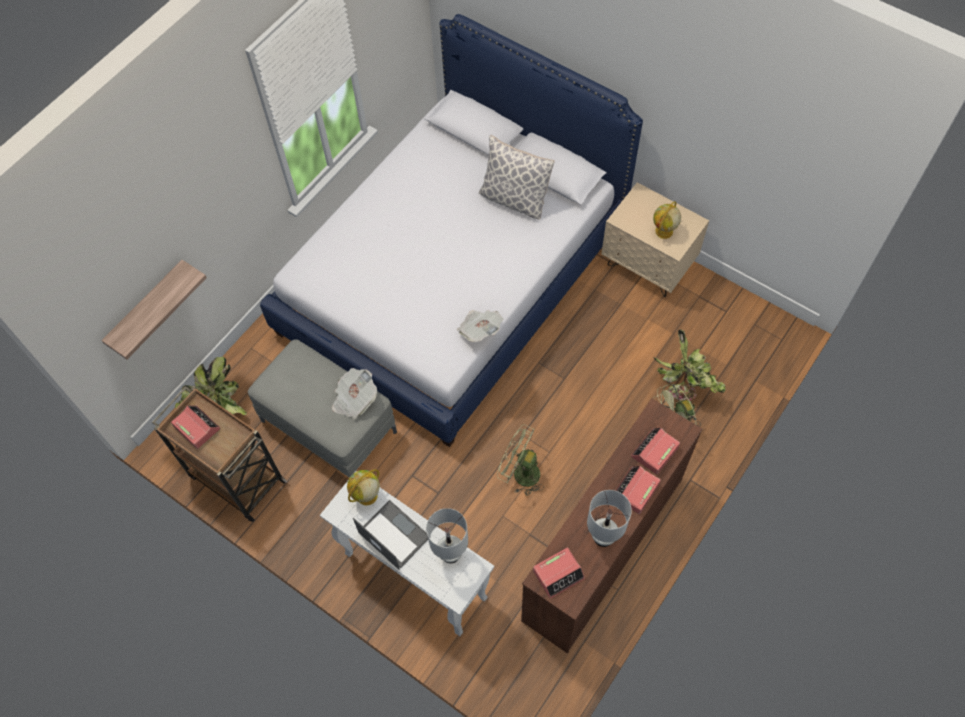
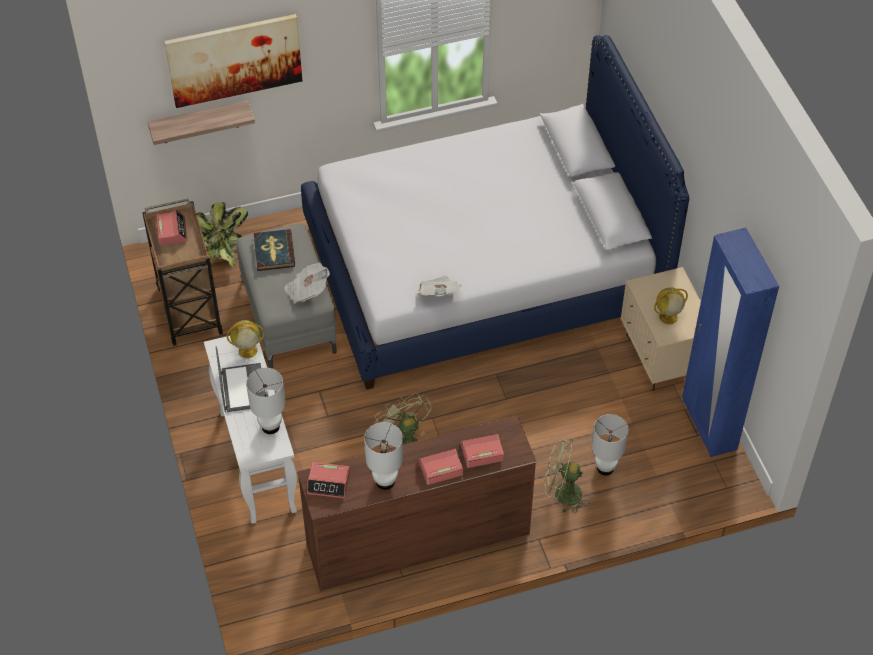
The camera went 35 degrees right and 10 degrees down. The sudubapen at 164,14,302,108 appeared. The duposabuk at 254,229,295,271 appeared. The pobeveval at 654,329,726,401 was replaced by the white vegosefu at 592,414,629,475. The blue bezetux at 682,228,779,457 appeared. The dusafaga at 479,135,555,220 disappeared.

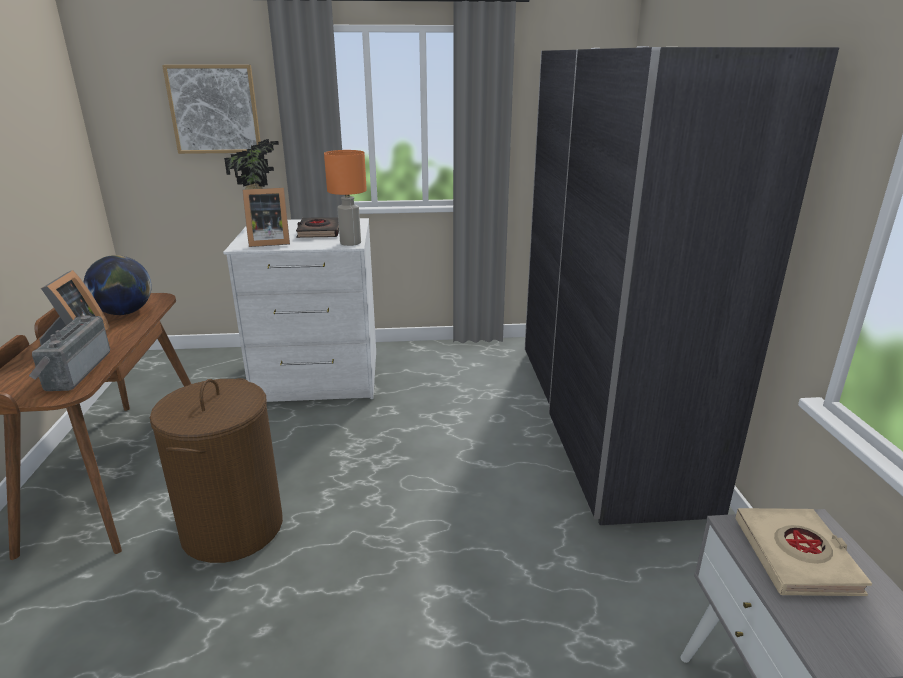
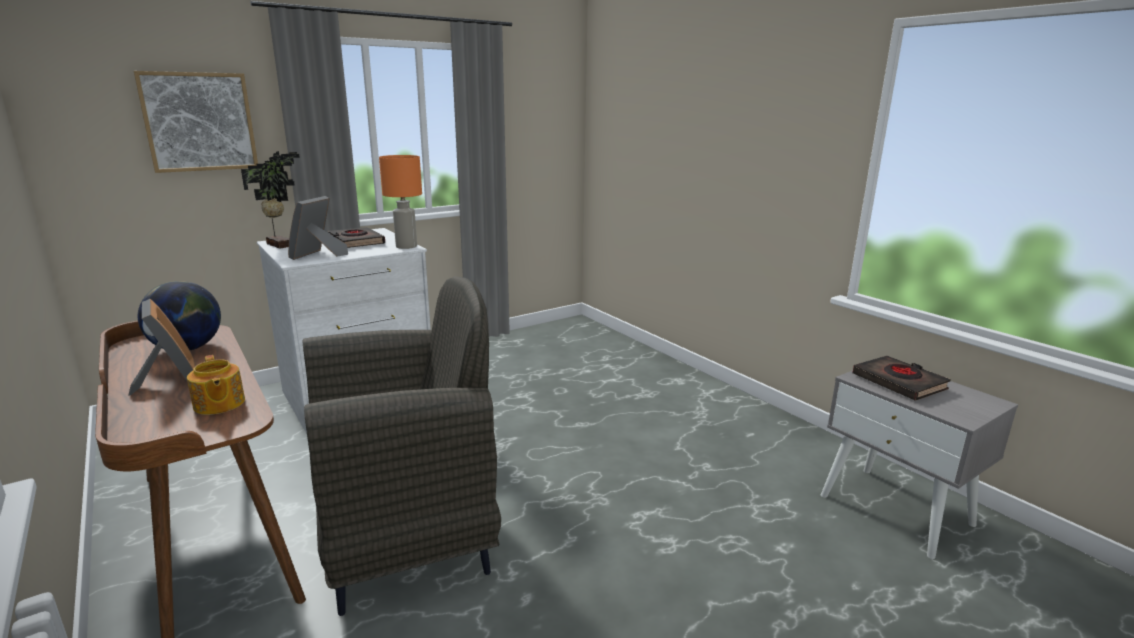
The camera went 30 degrees left and 5 degrees down. The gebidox at 29,315,110,391 was replaced by the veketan at 187,355,245,415. The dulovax at 243,188,290,247 turned 150 degrees clockwise. The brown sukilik at 150,378,283,563 was replaced by the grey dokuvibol at 302,276,501,616. The beige duposabuk at 735,508,872,596 became the black duposabuk at 852,356,951,401. The grey bezetux at 525,46,839,525 disappeared.

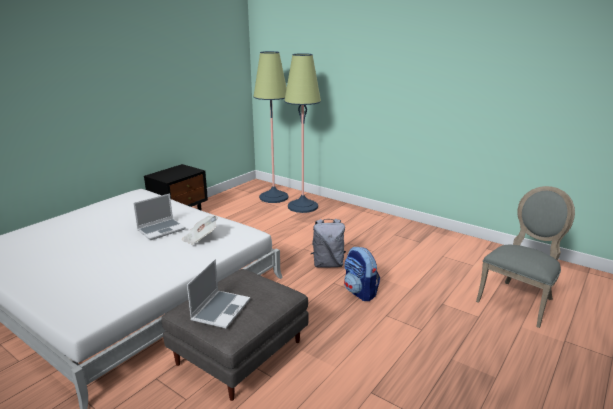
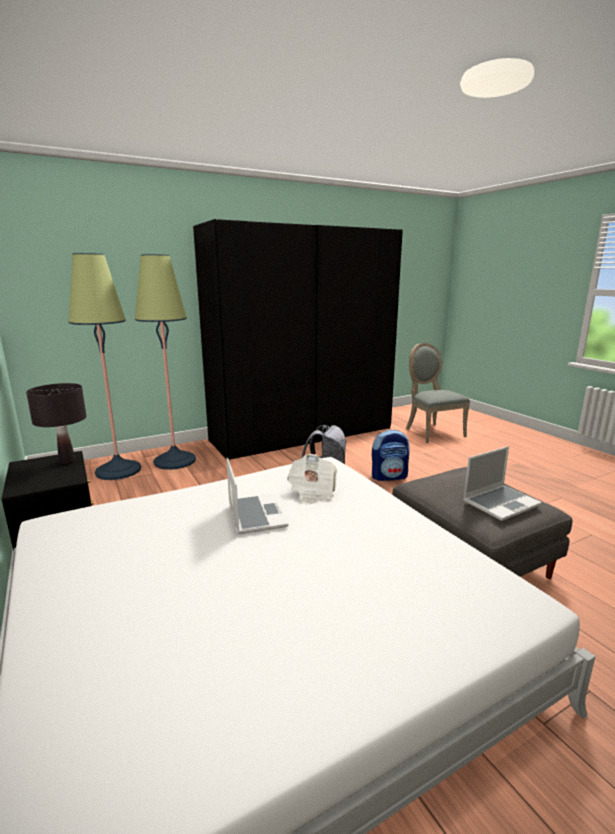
The camera went 65 degrees left and 5 degrees down. The black vegosefu at 26,383,87,465 appeared. The black bezetux at 193,219,403,460 appeared. The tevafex at 187,259,250,329 turned 105 degrees clockwise.

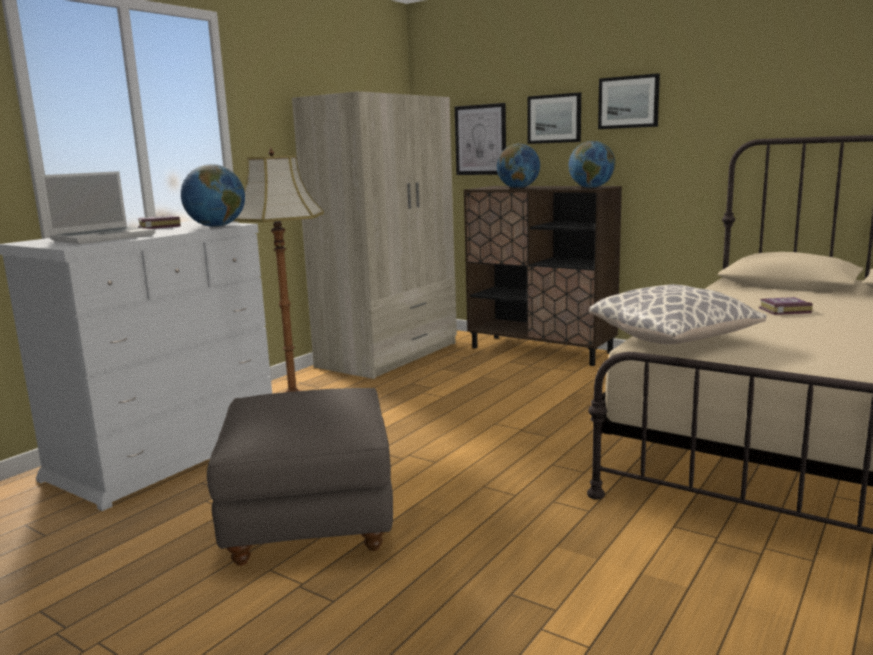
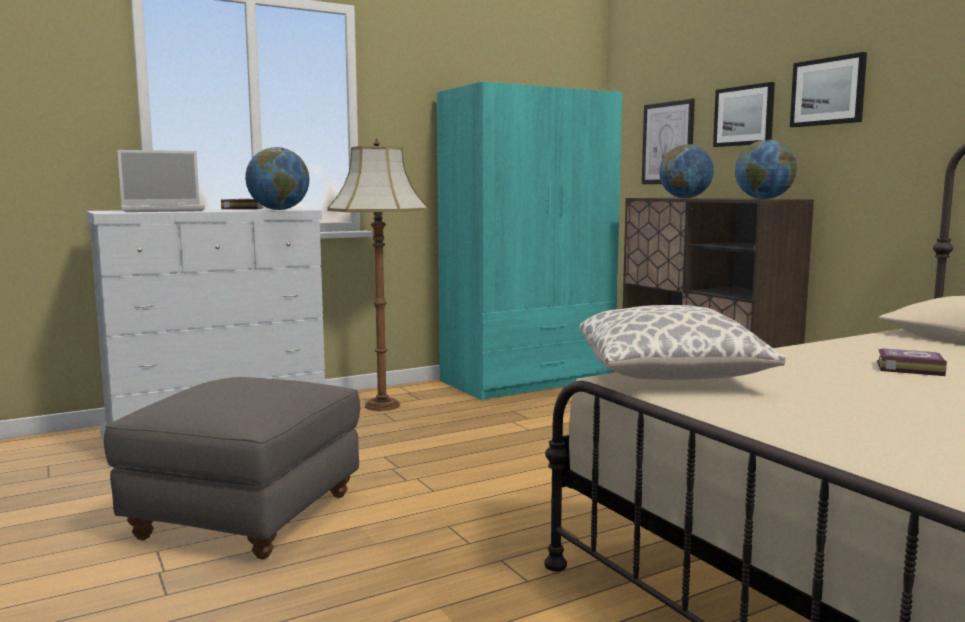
The camera went 25 degrees right and 5 degrees down. The beige bezetux at 292,91,457,379 became the turquoise bezetux at 437,81,622,400.

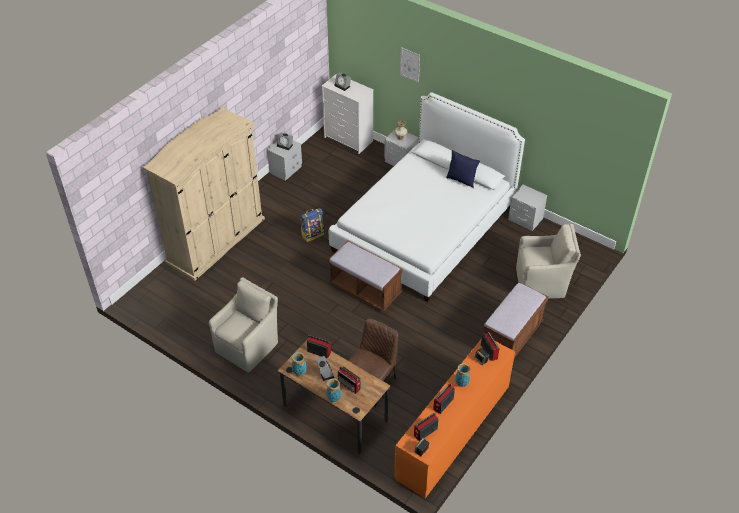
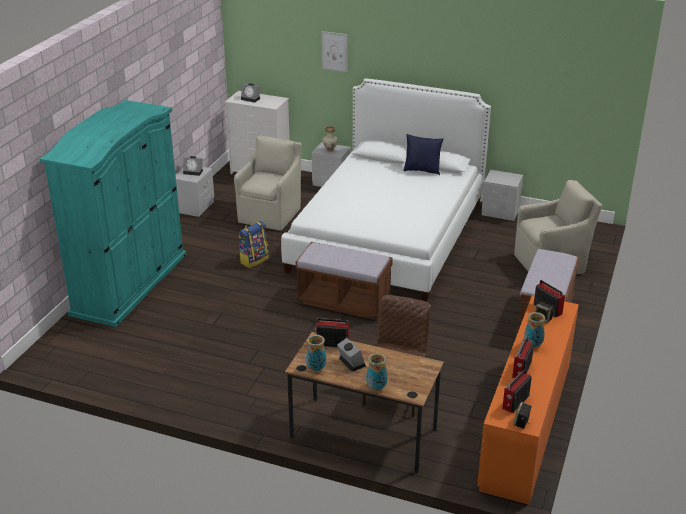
The camera went 15 degrees left and 15 degrees down. The beige bezetux at 143,108,265,281 became the turquoise bezetux at 40,100,187,327. The beige dokuvibol moved from 209,277,278,373 to 234,135,302,231. The gebidox at 338,366,361,394 disappeared.

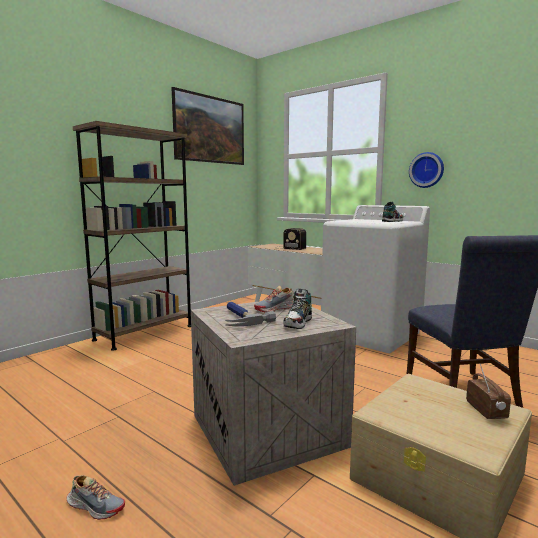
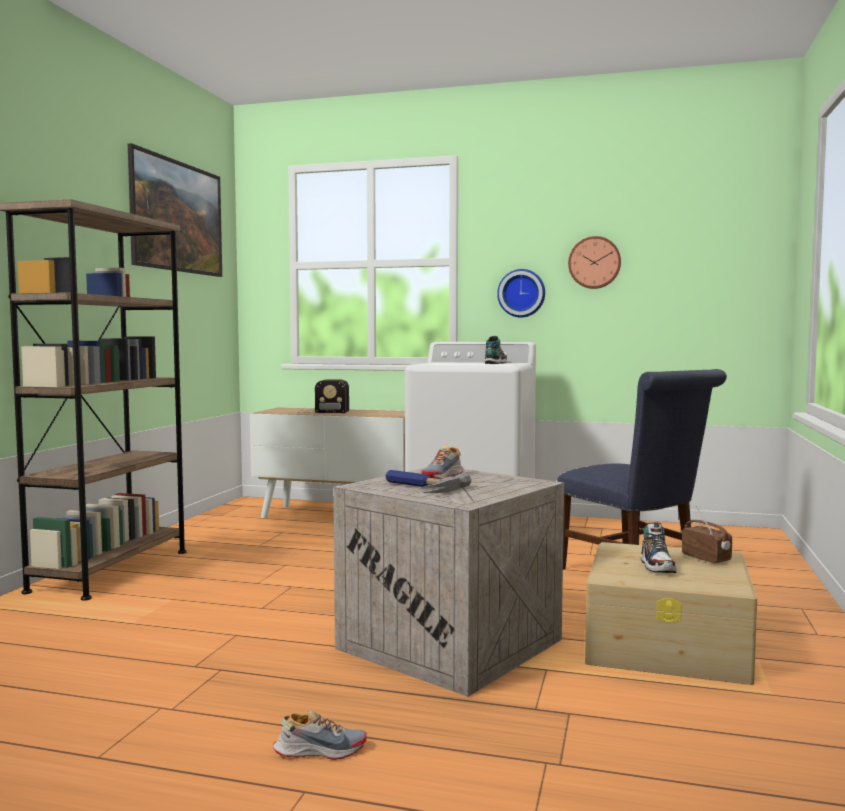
The camera went 25 degrees left and 5 degrees down. The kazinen at 568,236,621,289 appeared. The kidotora moved from 283,289,312,329 to 641,523,677,573.

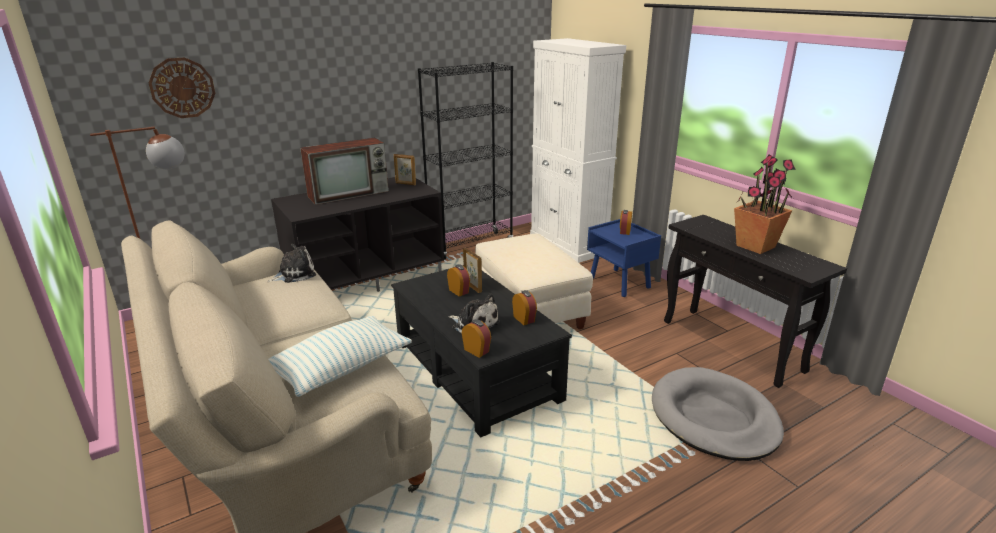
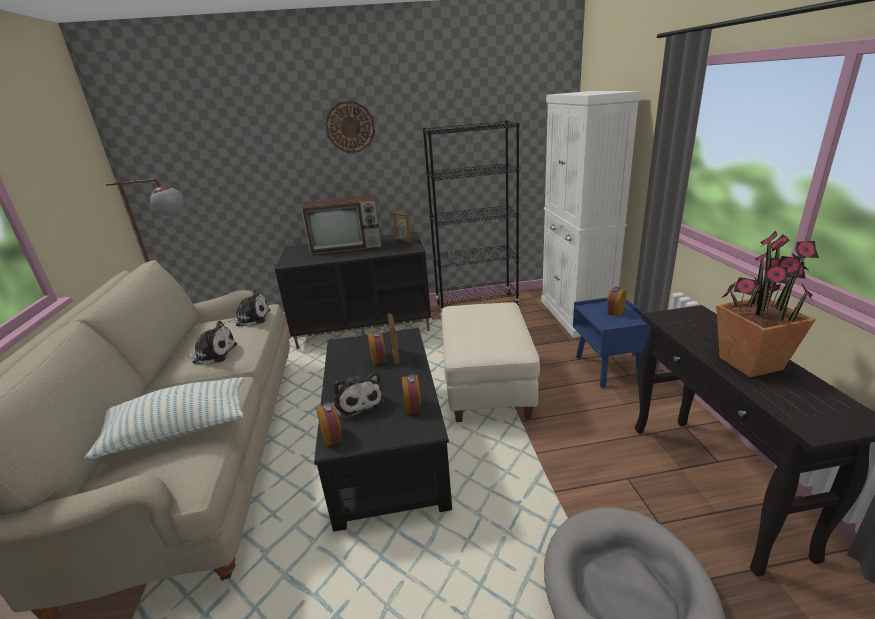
The camera went 25 degrees right and 0 degrees up. The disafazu at 182,321,237,365 appeared. The kazinen moved from 149,57,215,118 to 325,101,375,153.

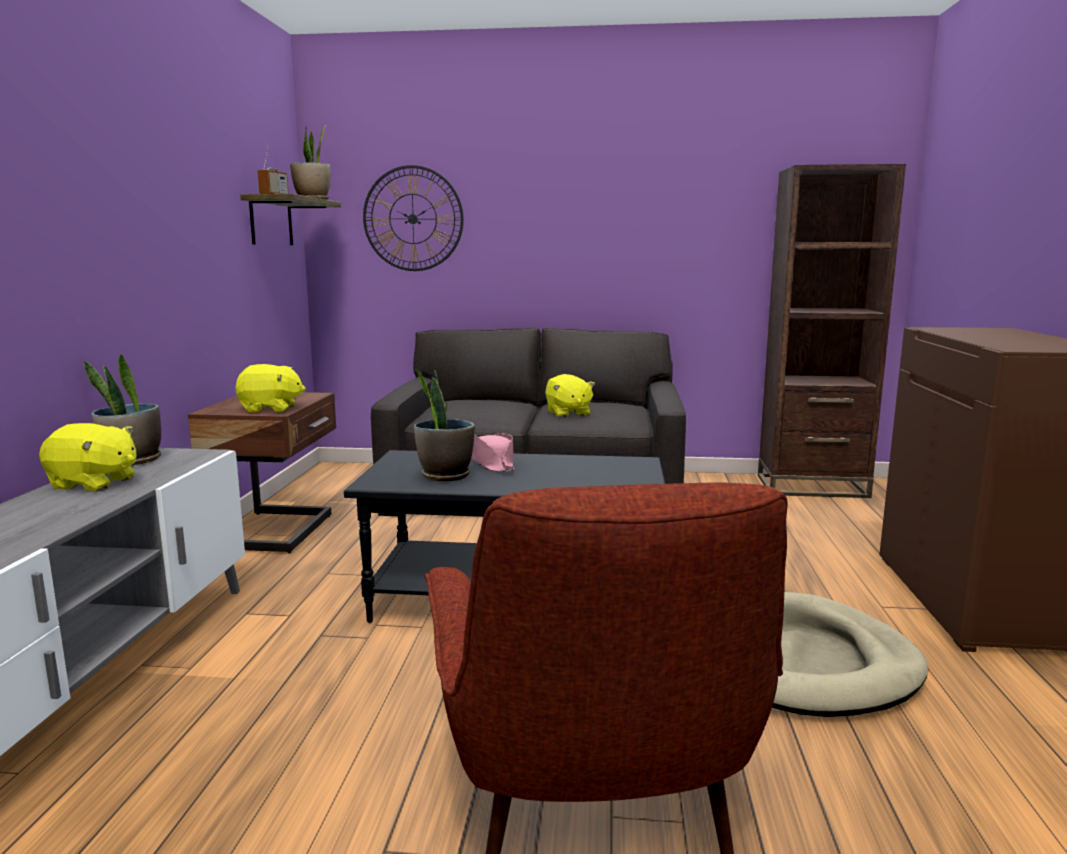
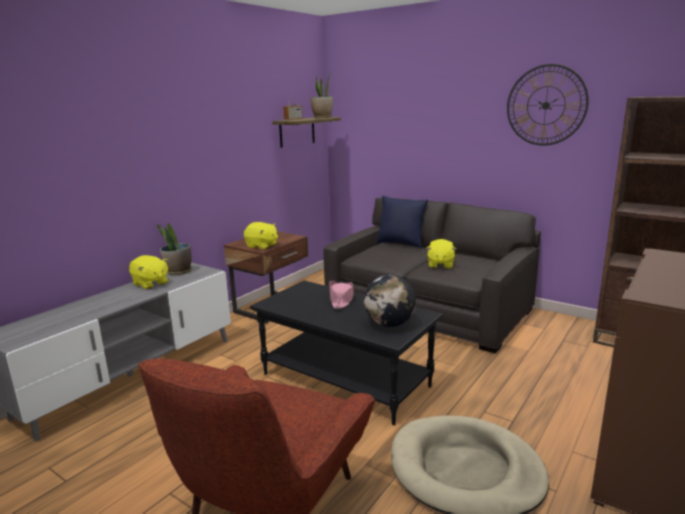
The camera went 30 degrees right and 5 degrees up. The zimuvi at 364,275,416,327 appeared. The blue dusafaga at 376,196,428,248 appeared. The kazinen moved from 363,165,464,271 to 507,64,589,145. The pobeveval at 414,369,475,481 disappeared.

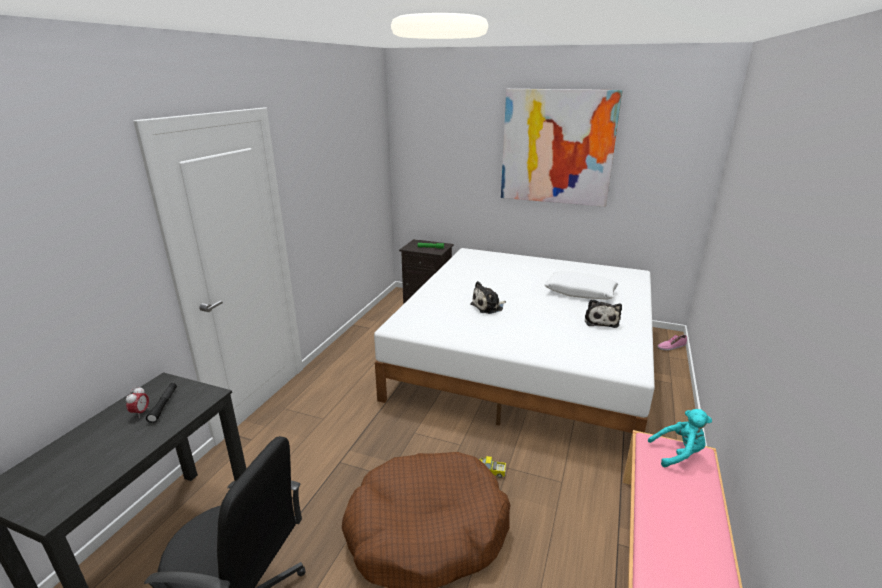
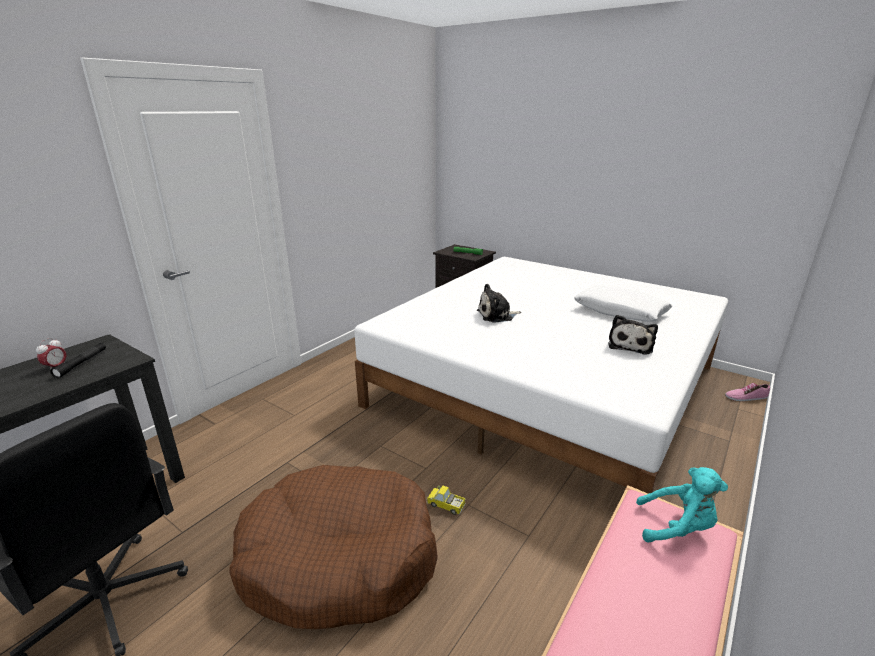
The camera went 15 degrees right and 0 degrees up. The sudubapen at 501,89,623,207 disappeared.

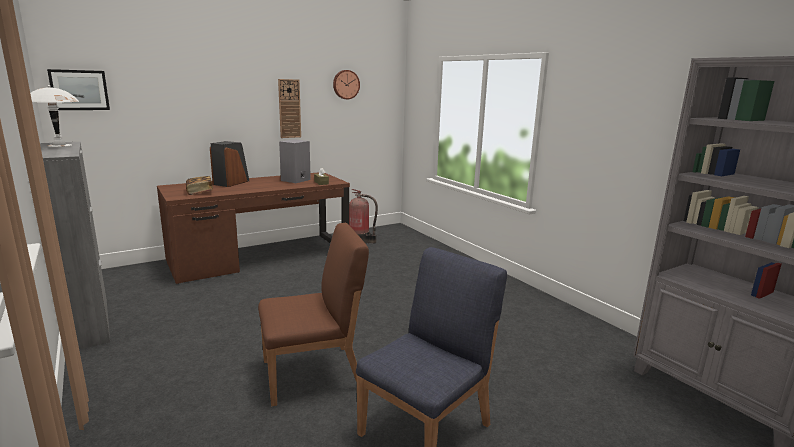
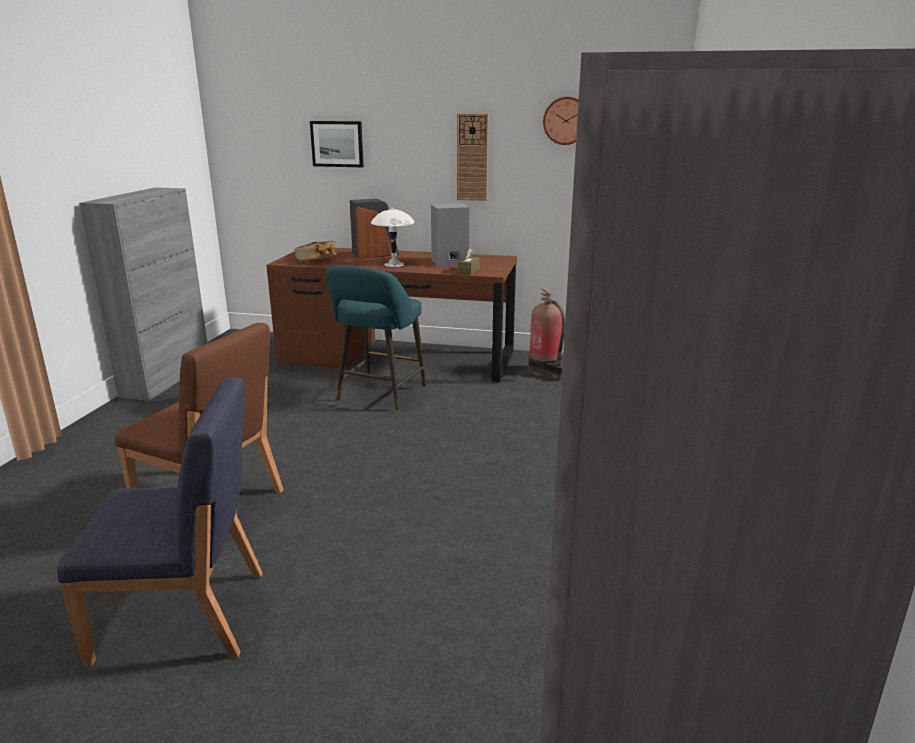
The camera went 45 degrees right and 5 degrees up. The sudubapen moved from 47,69,110,110 to 310,121,364,167. The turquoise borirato at 326,265,426,411 appeared. The white vegosefu moved from 30,85,79,148 to 371,207,415,267.

